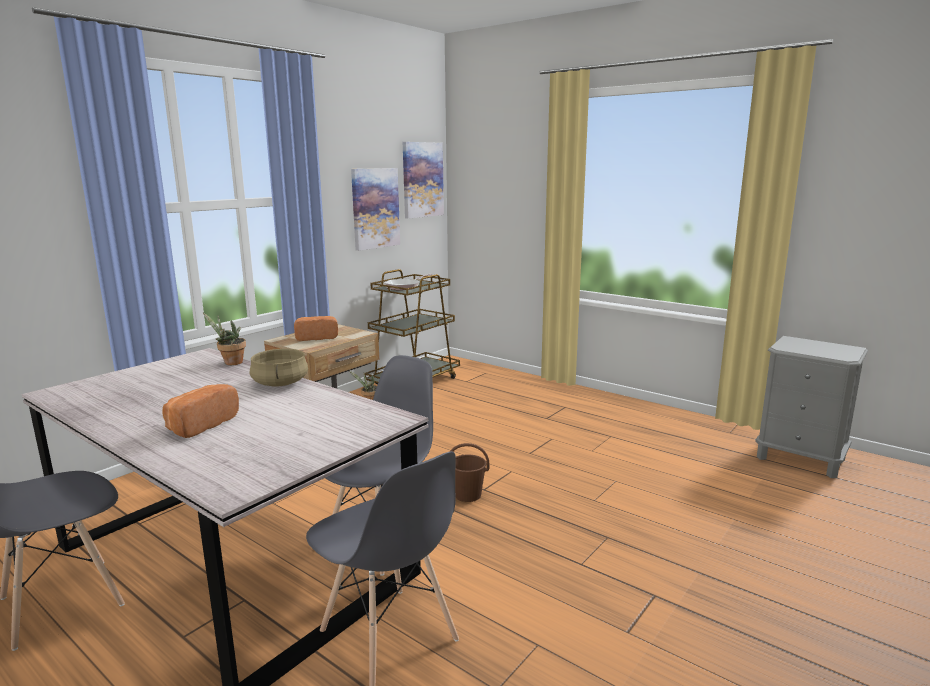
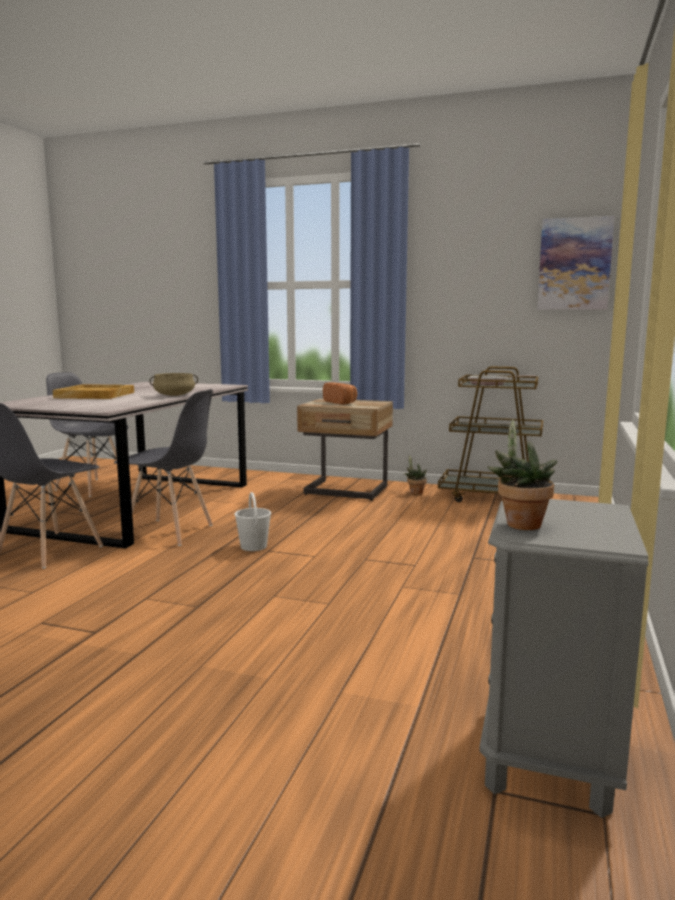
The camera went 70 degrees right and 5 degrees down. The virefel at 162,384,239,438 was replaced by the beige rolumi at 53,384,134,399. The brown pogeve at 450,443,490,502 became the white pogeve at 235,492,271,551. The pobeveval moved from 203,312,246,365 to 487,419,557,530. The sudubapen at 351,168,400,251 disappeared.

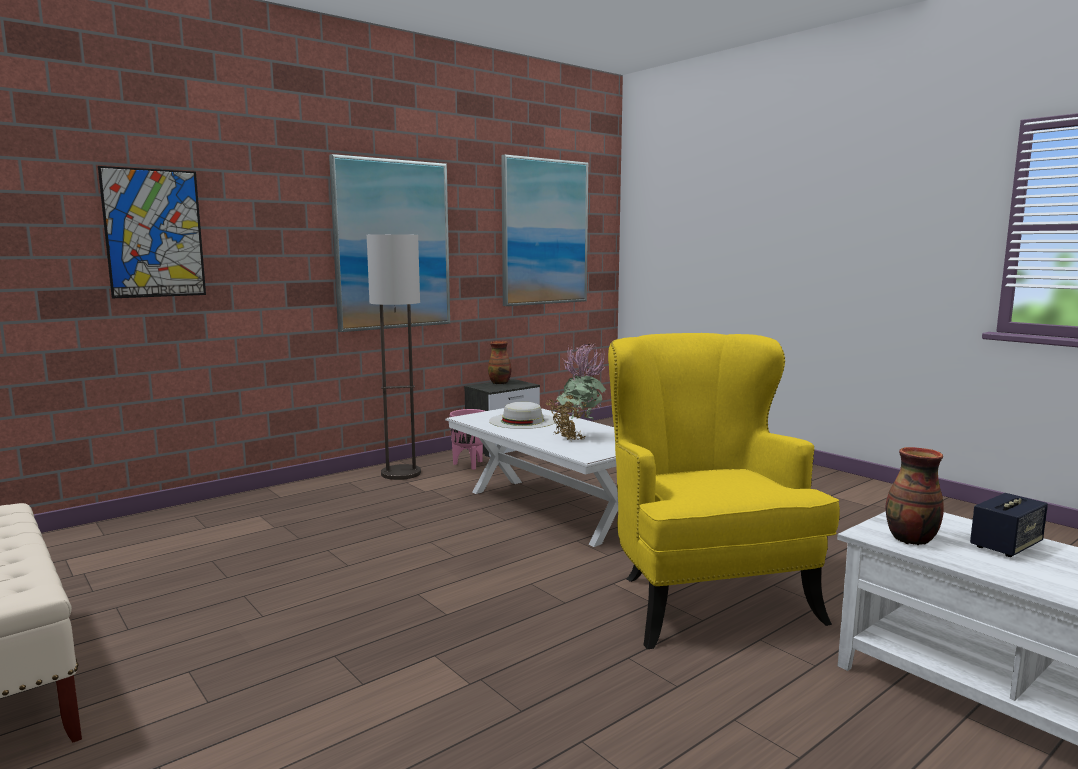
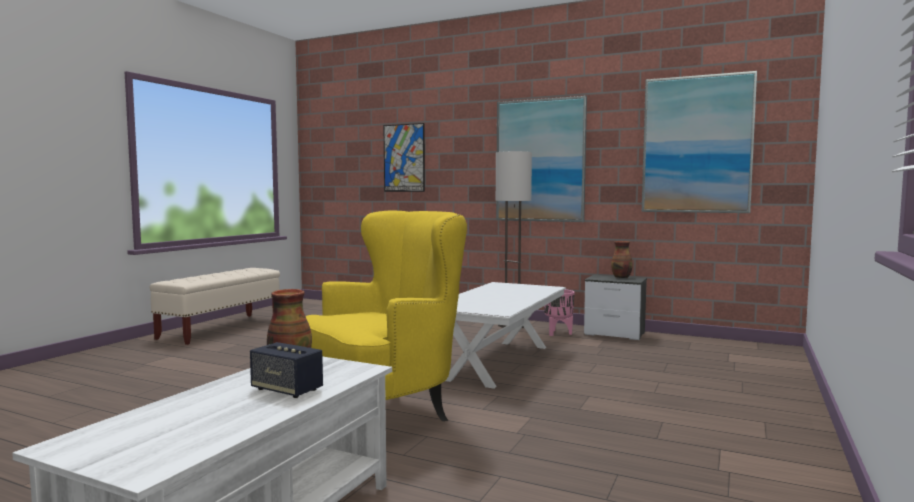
The camera went 65 degrees right and 5 degrees down. The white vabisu at 489,402,556,429 disappeared. The pobeveval at 545,343,606,441 disappeared.

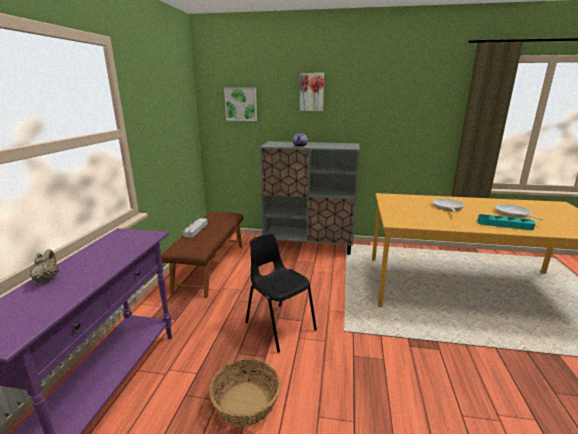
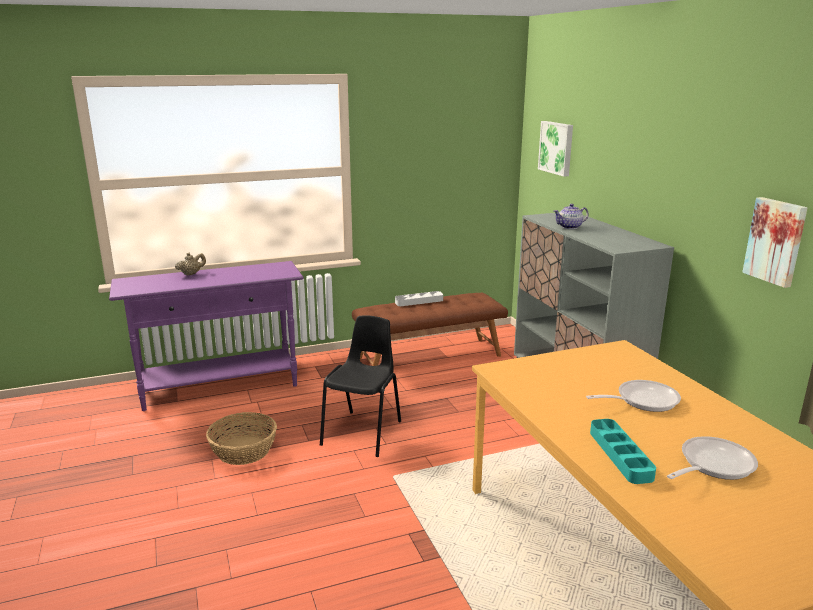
The camera went 60 degrees right and 0 degrees up. The sudubapen moved from 300,73,324,111 to 742,197,808,288.

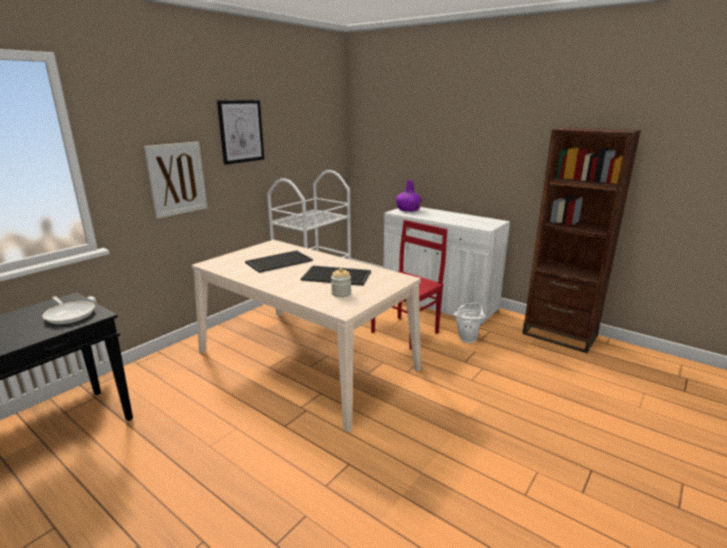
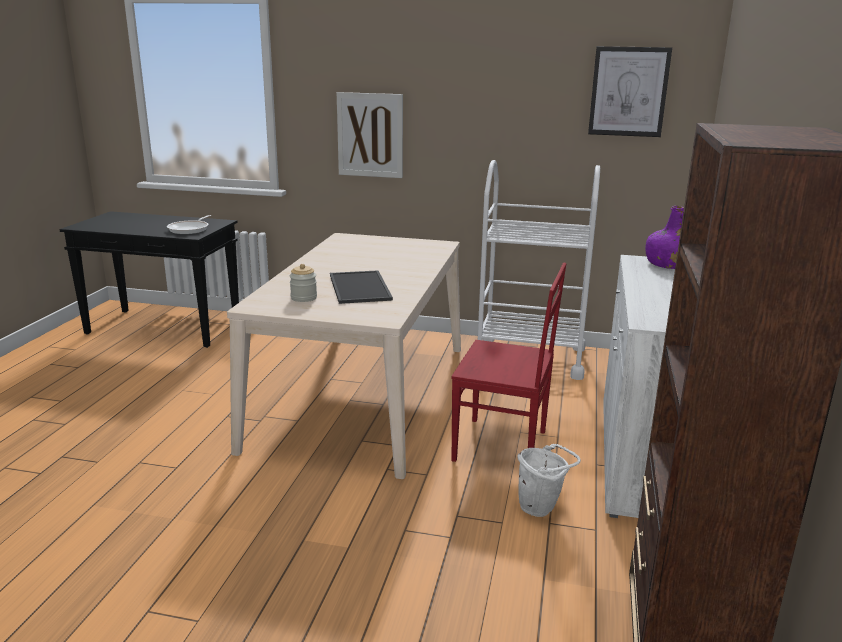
The camera went 65 degrees right and 0 degrees up. The sudubapen moved from 217,100,264,165 to 588,46,672,137. The rolumi at 245,250,313,273 disappeared.

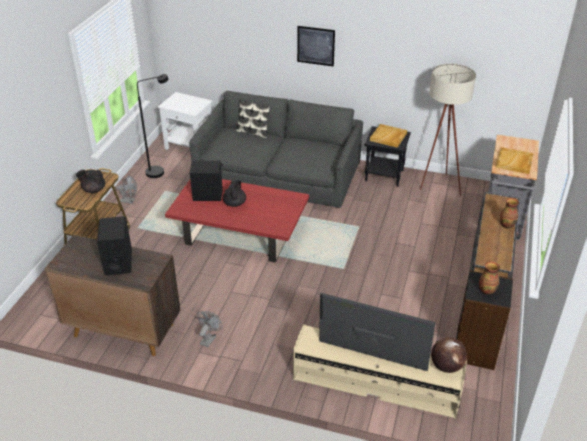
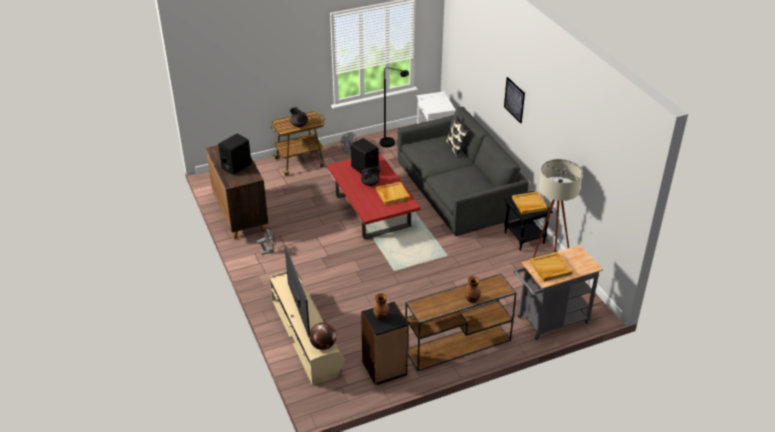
The camera went 50 degrees right and 0 degrees up. The beige rolumi at 376,182,410,205 appeared.

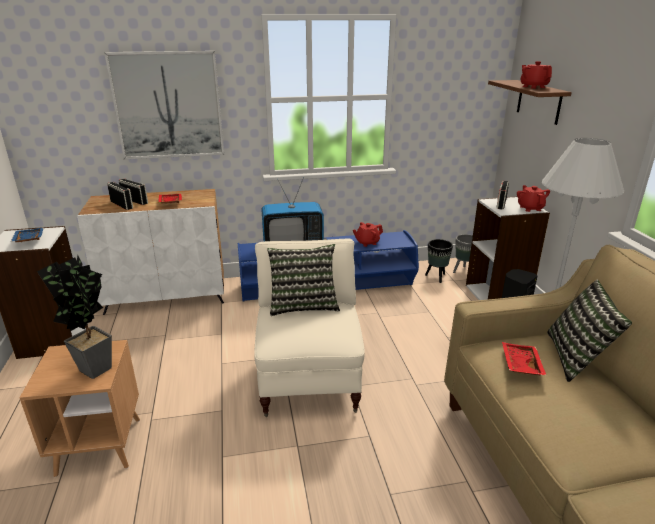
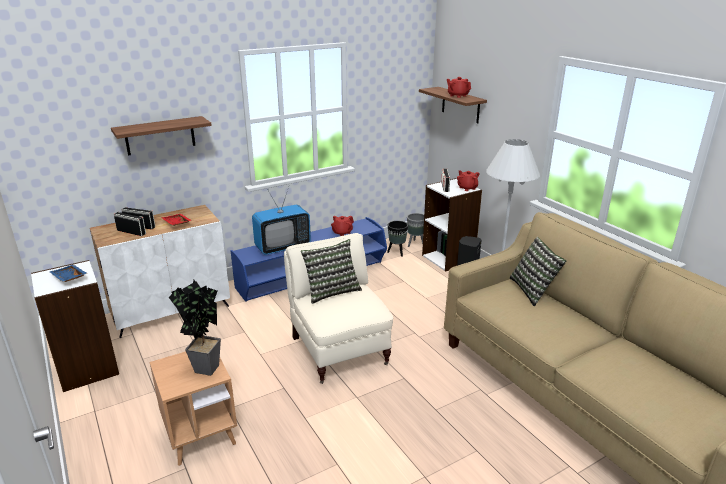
The camera went 20 degrees left and 0 degrees up. The sudubapen at 104,51,224,159 was replaced by the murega at 111,116,212,156. The red rolumi at 502,342,547,376 disappeared.

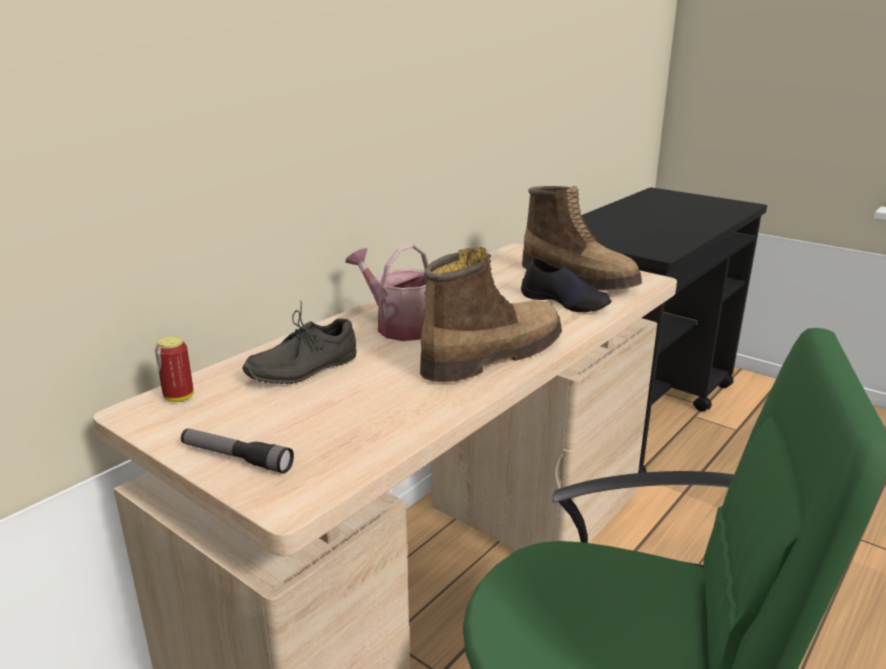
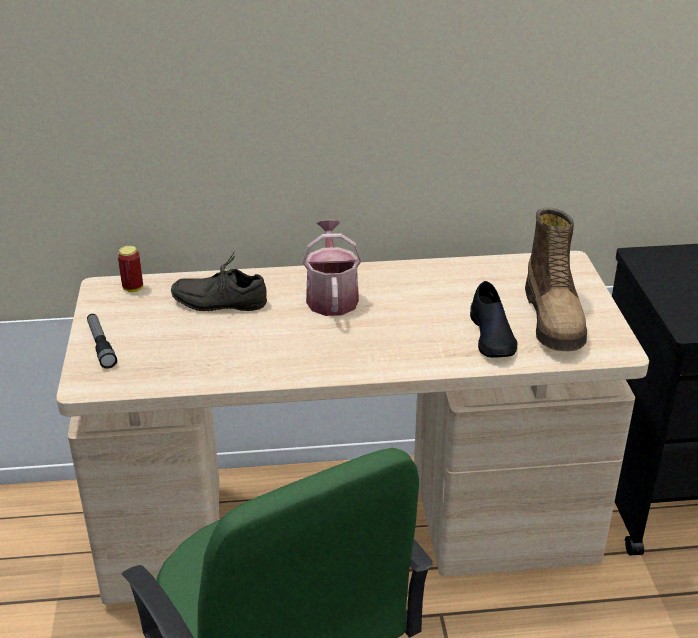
The camera went 45 degrees right and 10 degrees up. The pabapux at 420,247,562,382 disappeared.

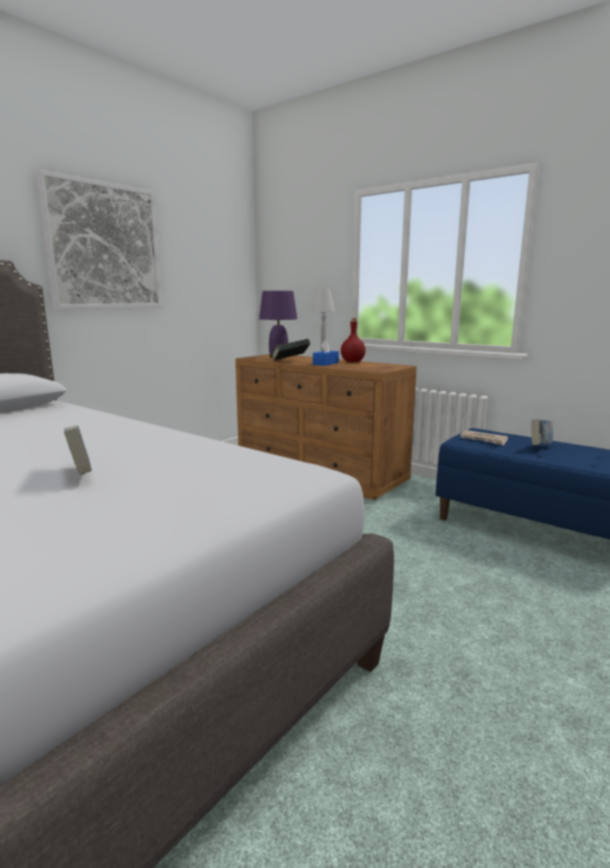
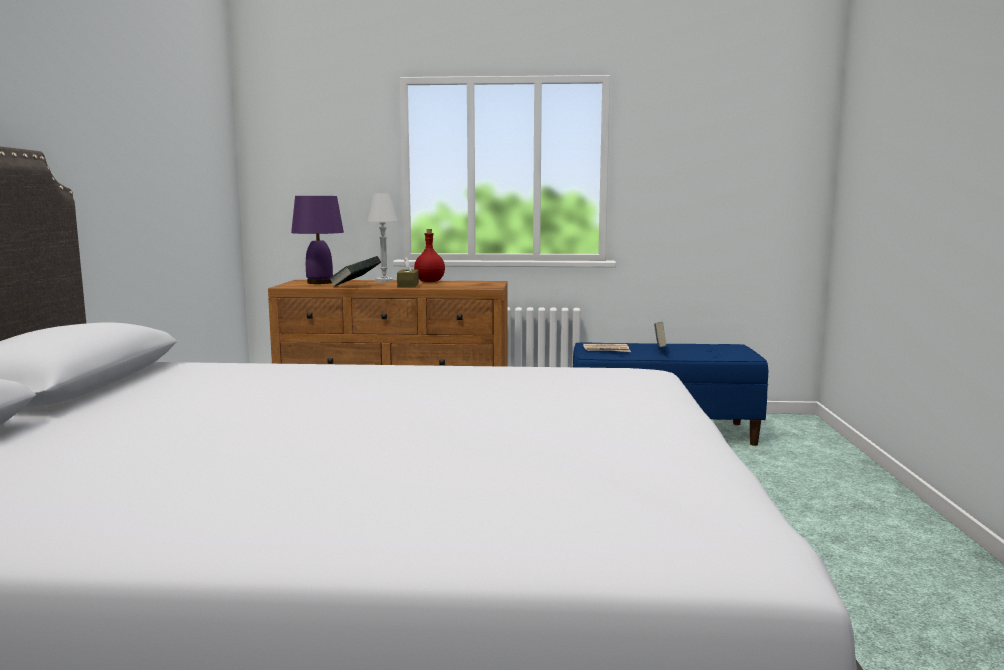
The camera went 35 degrees left and 5 degrees down. The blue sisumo at 313,340,339,366 became the brown sisumo at 397,257,419,288. The sudubapen at 36,169,162,309 disappeared. The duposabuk at 64,425,92,475 disappeared.

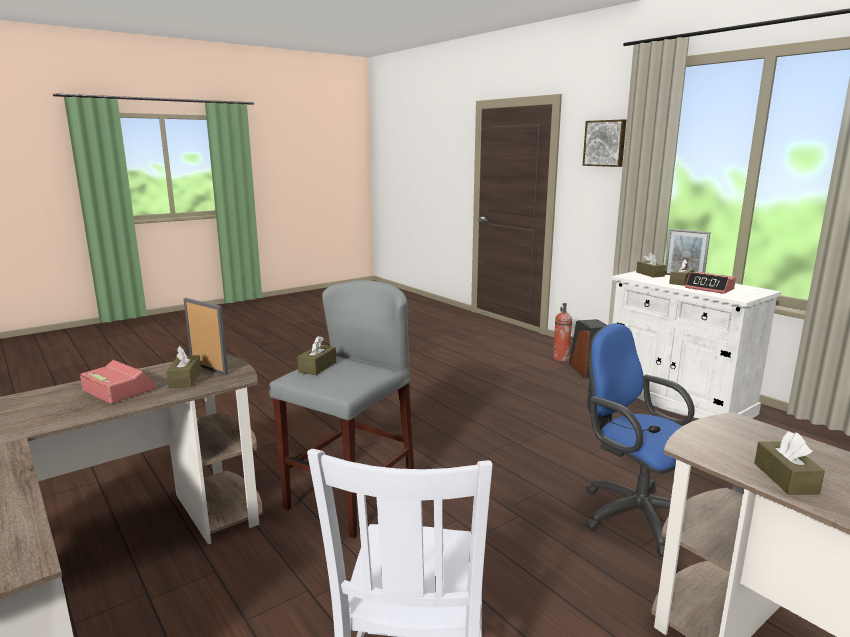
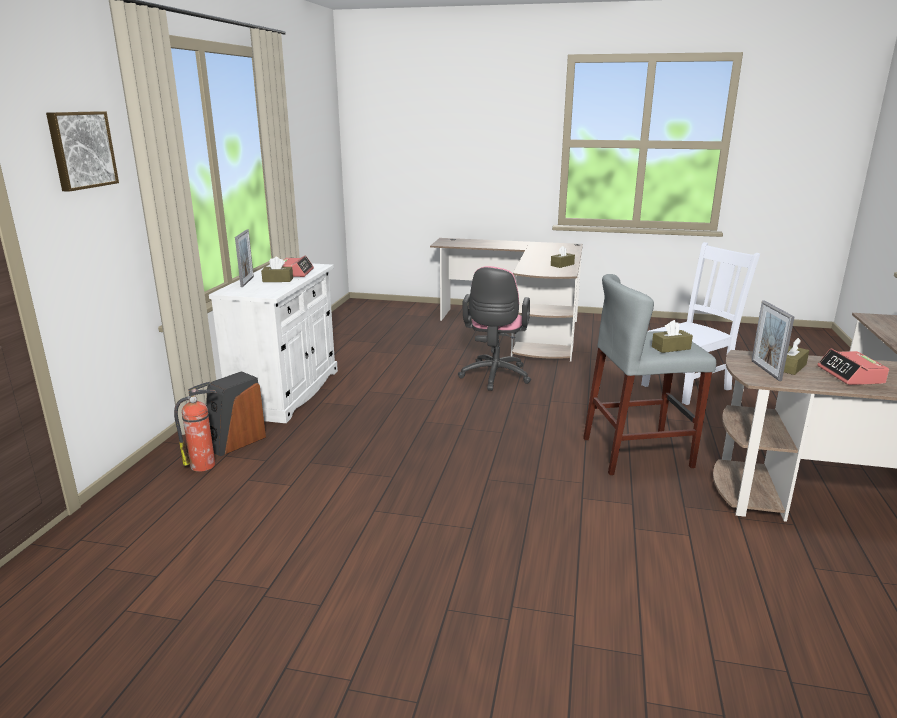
The camera went 130 degrees left and 5 degrees up. The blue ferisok at 585,323,695,557 became the pink ferisok at 458,266,531,391. The brown sisumo at 636,252,666,278 disappeared.

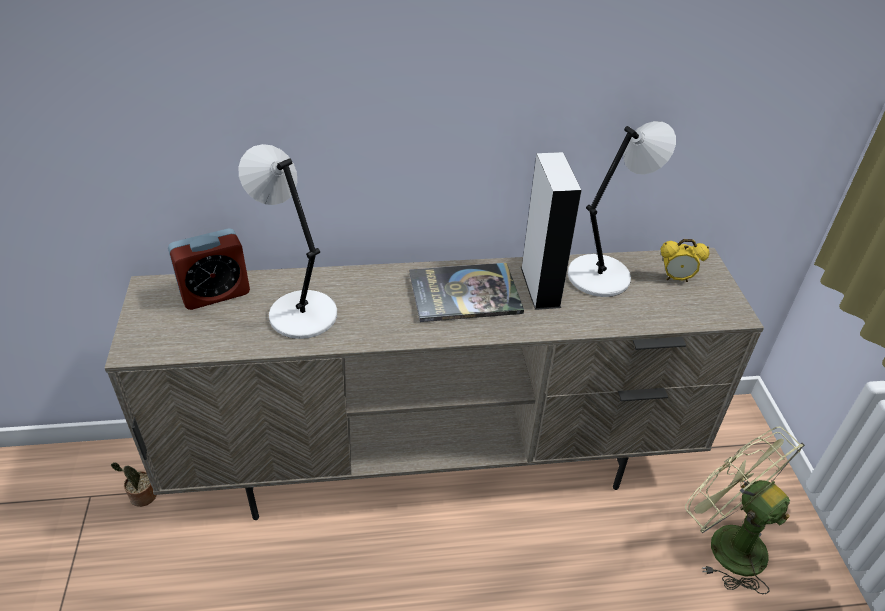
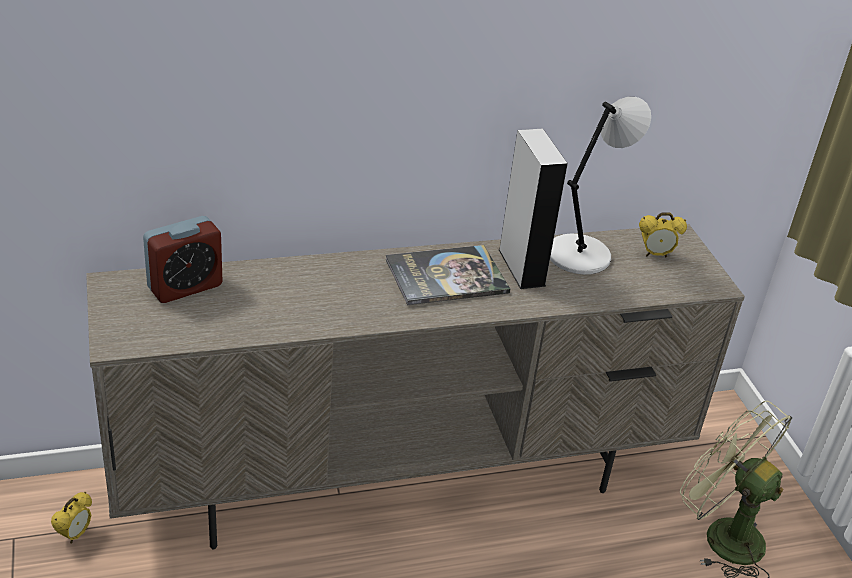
The camera went 10 degrees left and 5 degrees down. The pobeveval at 111,462,156,507 was replaced by the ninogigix at 51,492,92,544. The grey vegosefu at 238,144,337,339 disappeared.

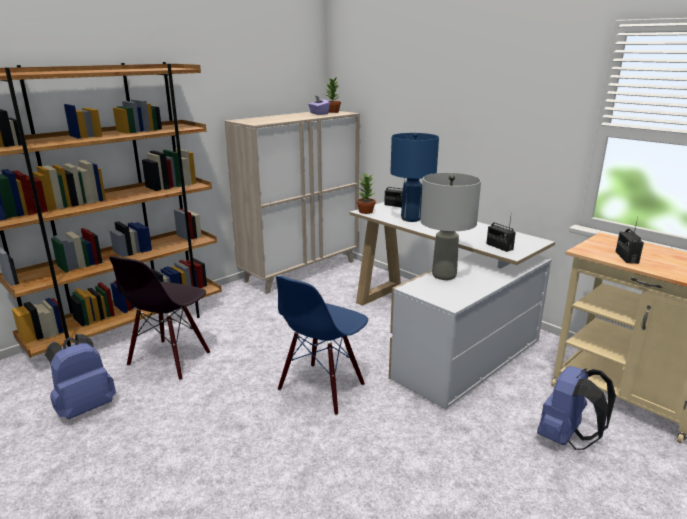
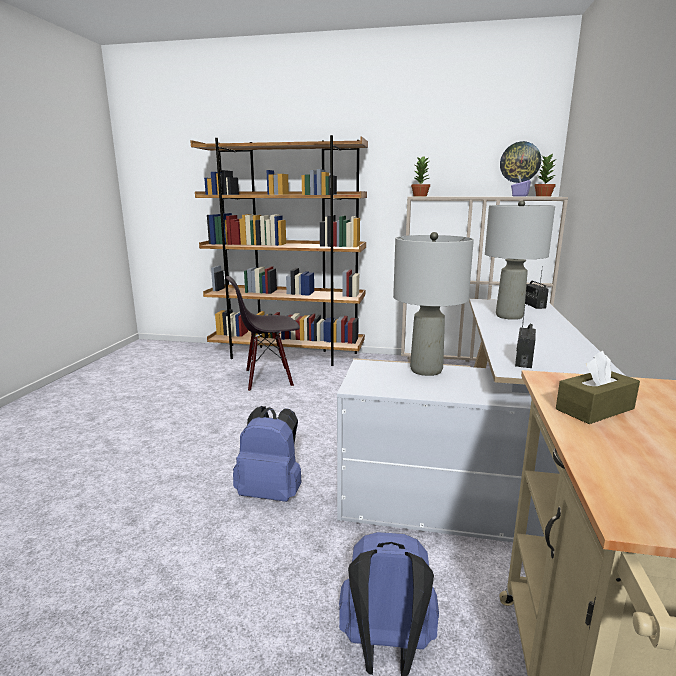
The camera went 55 degrees right and 5 degrees down. The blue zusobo moved from 44,334,116,419 to 233,406,302,502. The pobeveval moved from 357,173,376,214 to 411,157,430,196. The blue vegosefu at 390,133,439,222 became the grey vegosefu at 485,200,555,320. The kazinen at 500,141,541,183 appeared. The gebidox at 615,217,644,264 was replaced by the brown sisumo at 556,351,640,424. The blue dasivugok at 276,276,368,415 disappeared.

